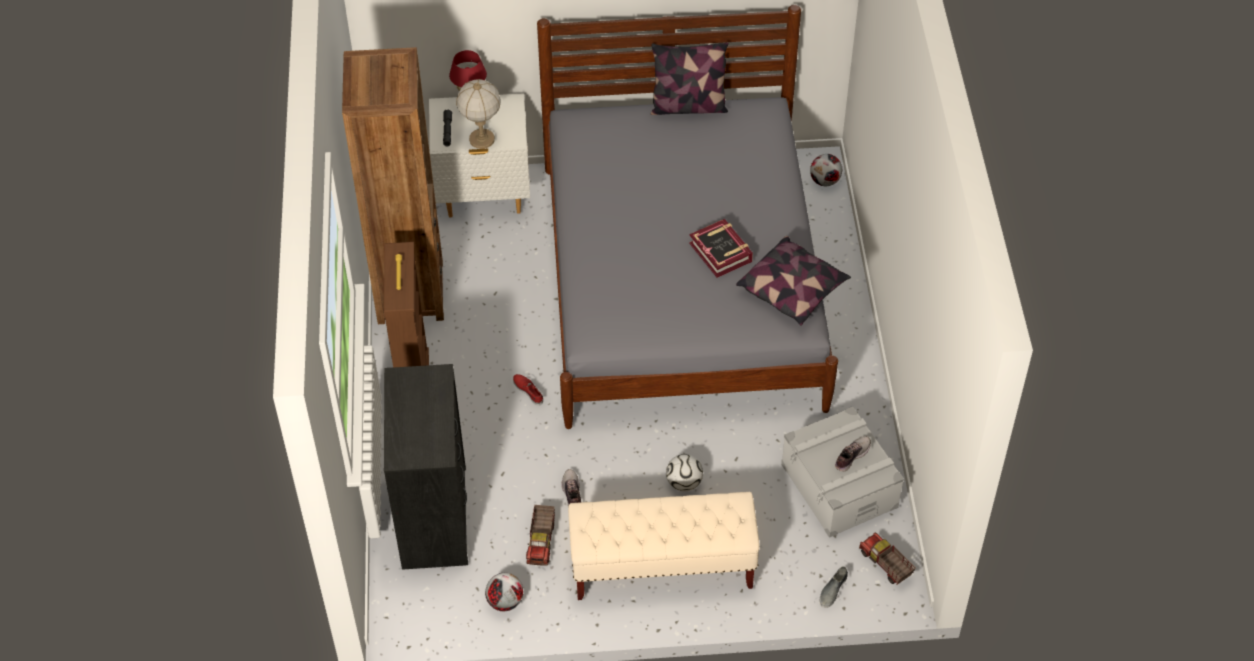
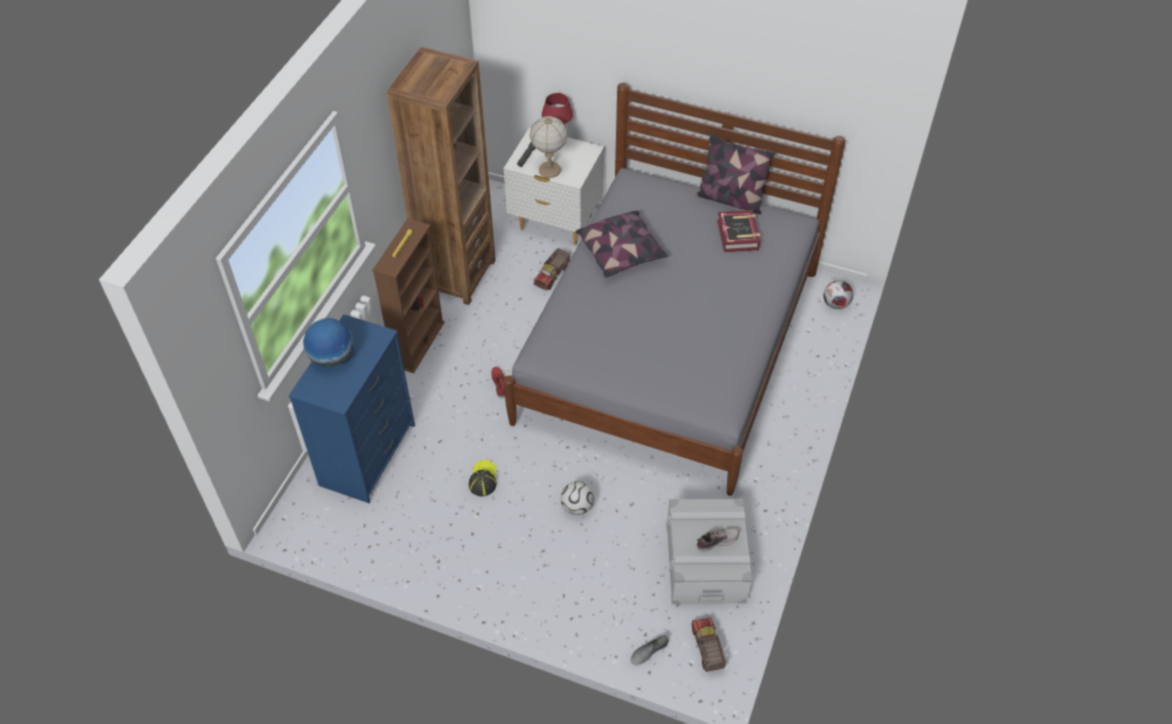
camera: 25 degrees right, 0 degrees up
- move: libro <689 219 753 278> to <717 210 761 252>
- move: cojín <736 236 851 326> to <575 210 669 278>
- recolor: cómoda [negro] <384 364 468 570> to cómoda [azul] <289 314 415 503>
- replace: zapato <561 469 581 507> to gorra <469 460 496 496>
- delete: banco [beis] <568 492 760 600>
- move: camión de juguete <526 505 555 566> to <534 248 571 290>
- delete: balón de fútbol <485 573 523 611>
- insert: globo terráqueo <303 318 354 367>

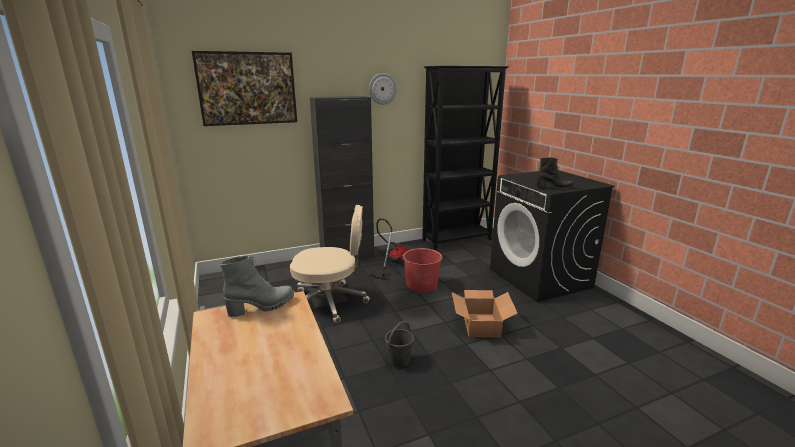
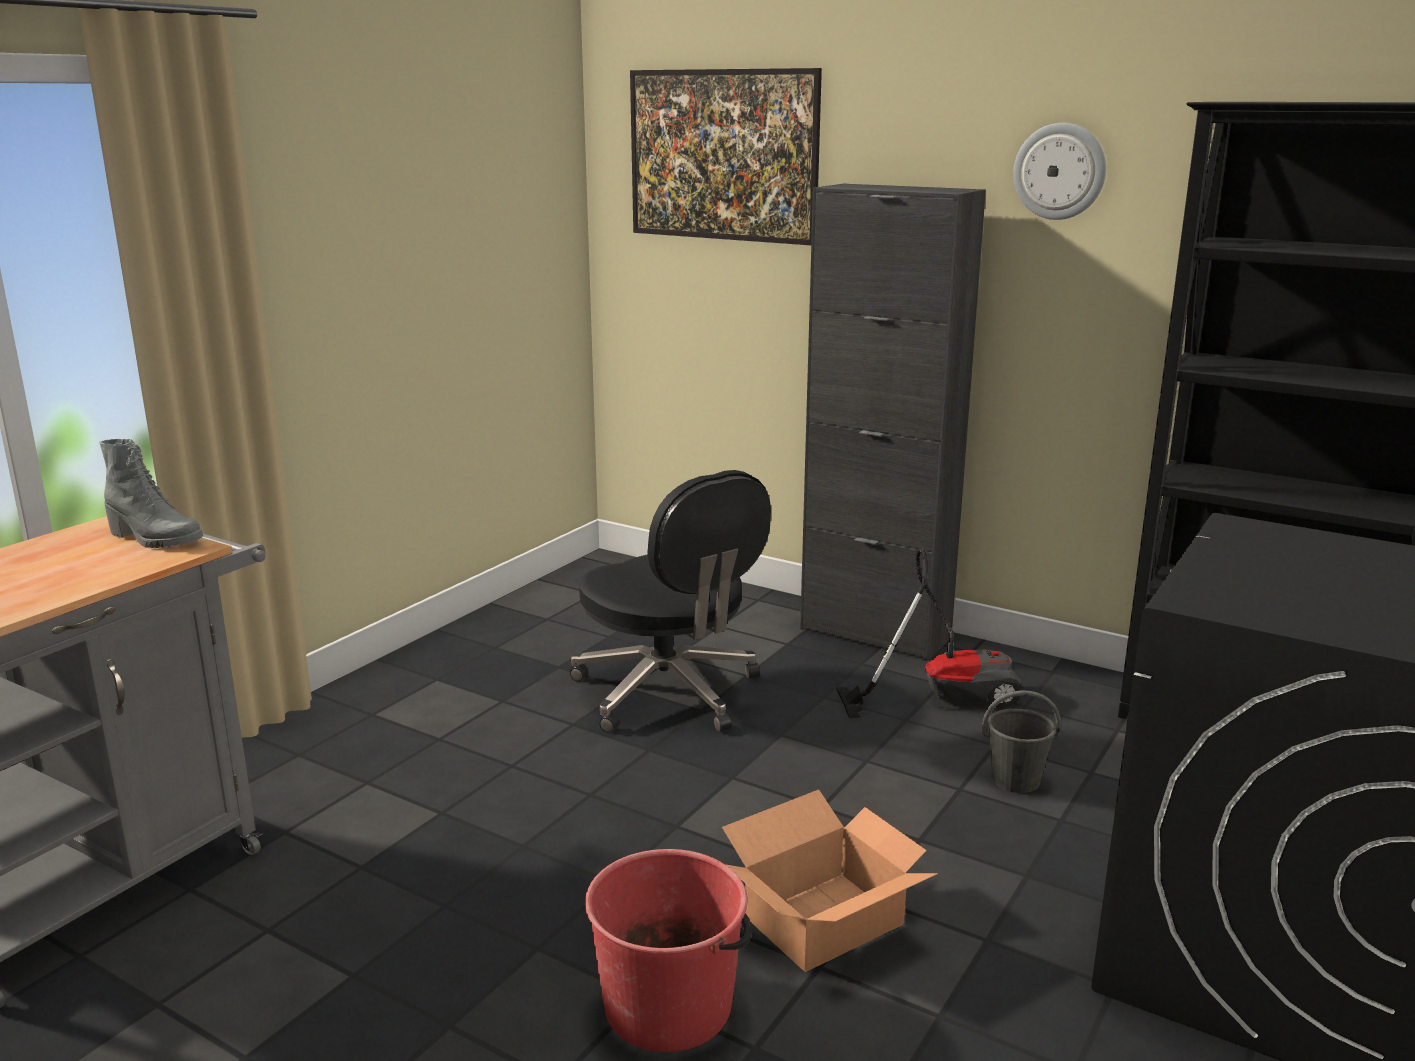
camera: 55 degrees right, 0 degrees up
- delete: bota [negro] <537 157 574 190>
- recolor: silla de oficina [beis] <290 205 370 323> to silla de oficina [negro] <570 470 771 733>
- move: cubo [rojo] <401 248 443 293> to <585 849 752 1052>
- move: cubo [gris] <385 321 414 368> to <982 690 1061 793>

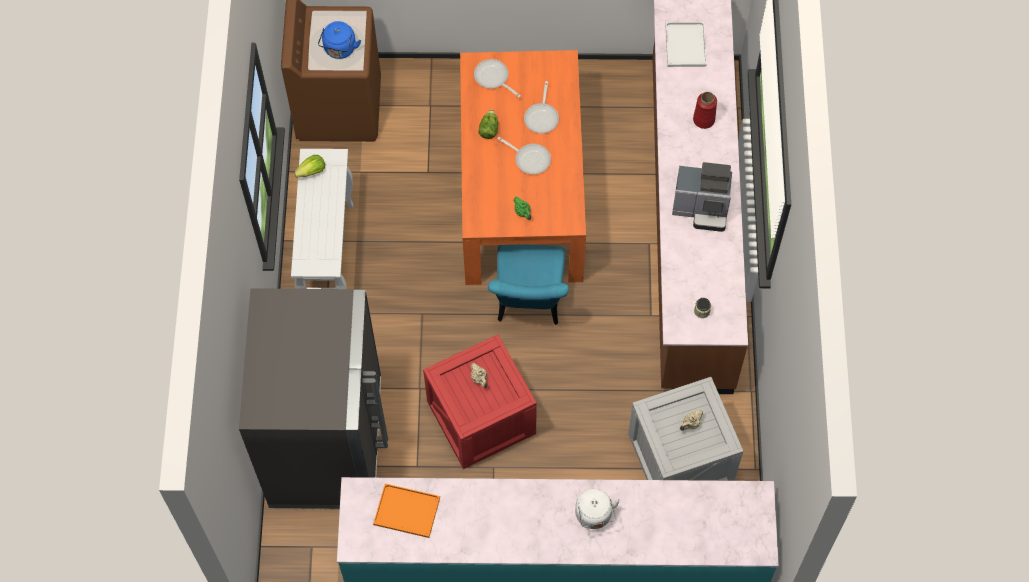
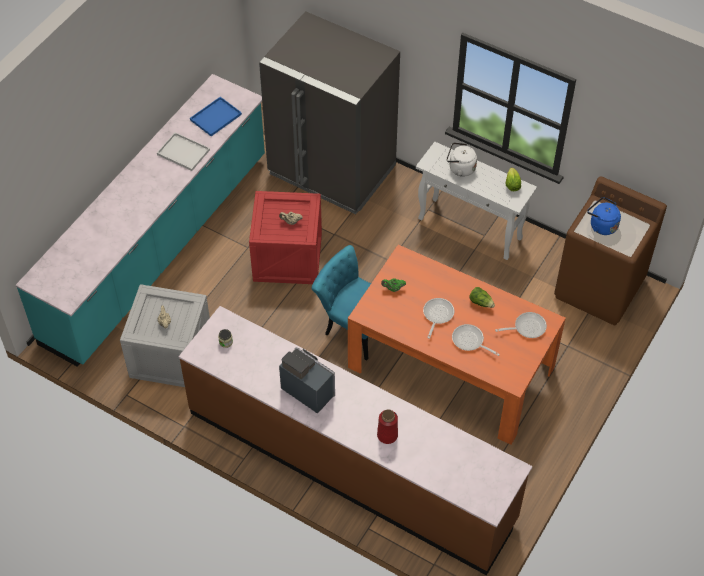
camera: 120 degrees right, 10 degrees down
- move: bandeja [blanco] <665 22 707 67> to <157 132 210 171>
- rotate: sartén <497 137 551 174> = <423 298 454 339> 135 degrees clockwise
- rotate: cafetera <672 162 732 232> = <279 347 335 414> 90 degrees clockwise
- recolor: bandeja [naranja] <373 484 440 538> to bandeja [azul] <190 97 242 136>
- move: hervidor [blanco] <575 489 620 529> to <447 142 477 177>

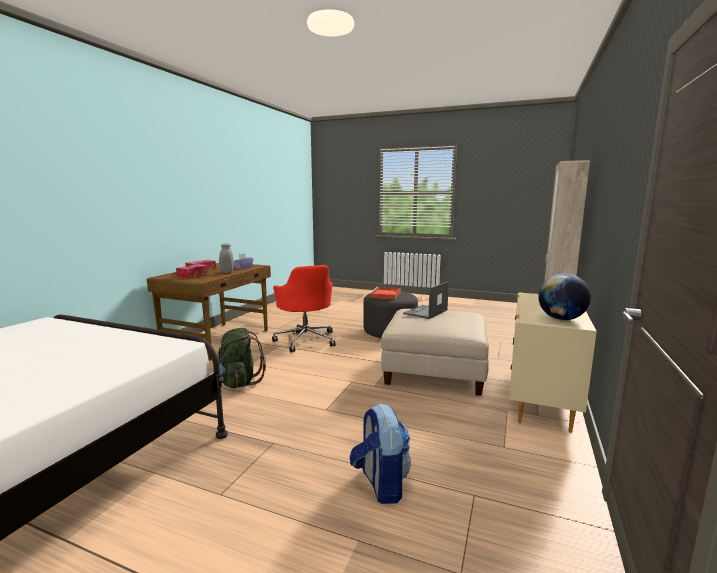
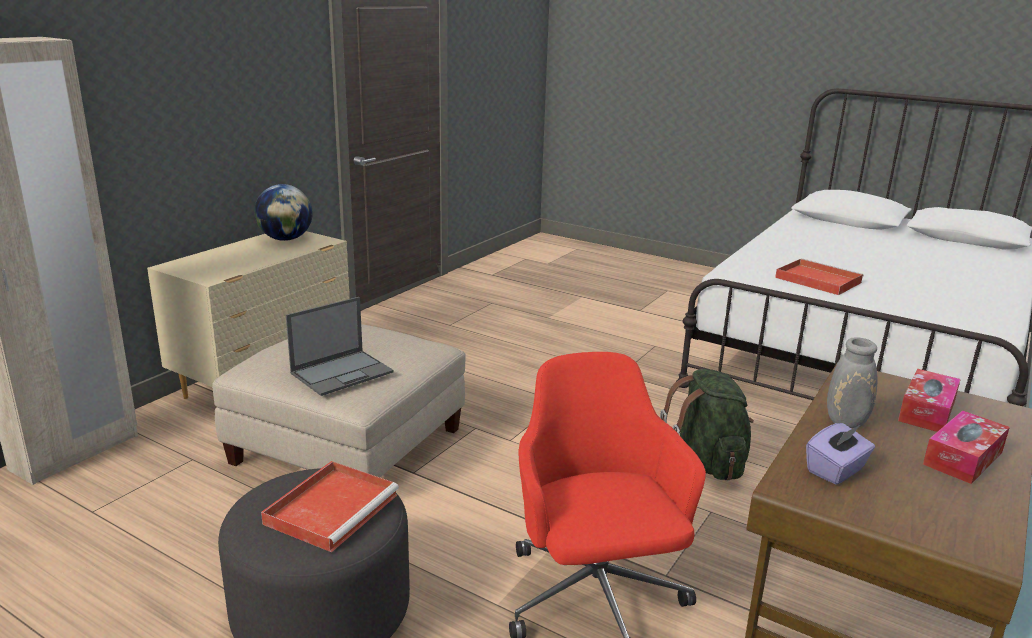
camera: 170 degrees left, 10 degrees up
- delete: mochila <350 404 411 504>
- insert: bandeja [rojo] <775 258 863 295>

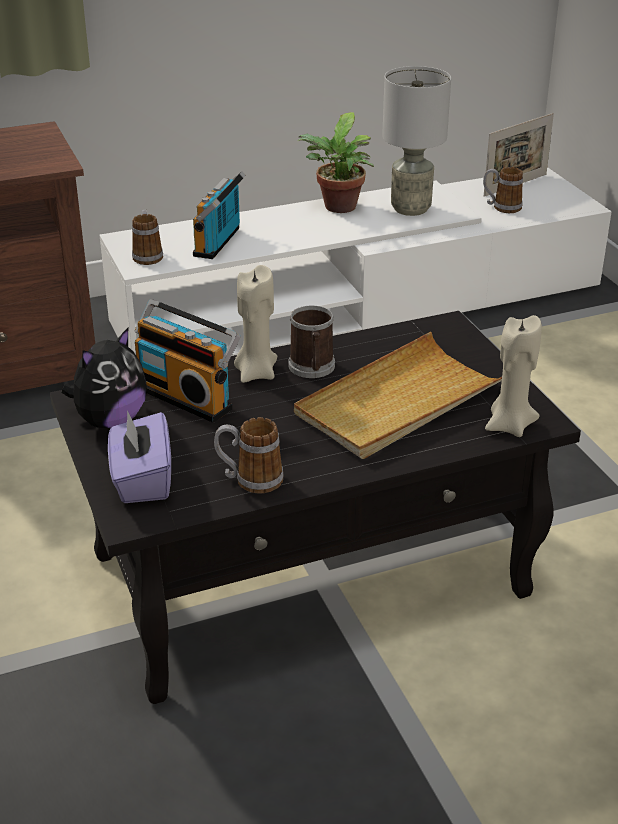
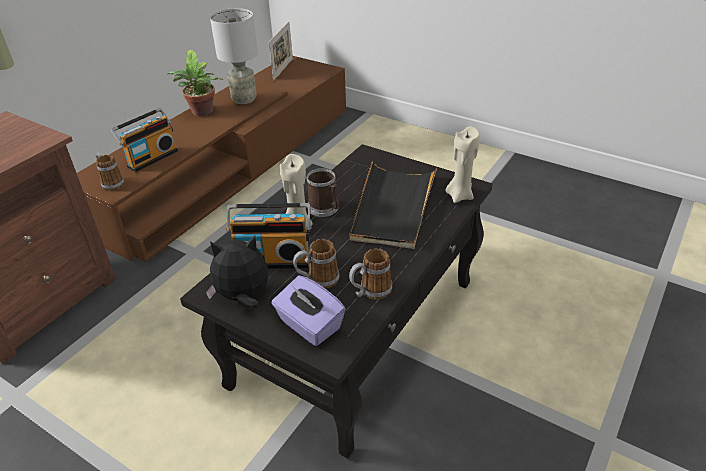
camera: 35 degrees left, 5 degrees up
- recolor: mueble de televisión [blanco] <100 167 612 356> to mueble de televisión [marrón] <77 56 346 262>
- move: taza grande <483 167 523 213> to <293 239 339 289>
- rotate: radio <193 171 246 259> = <111 108 178 172> 120 degrees counterclockwise
- rotate: peluche <62 327 147 428> = <206 236 269 308> 105 degrees counterclockwise
- recolor: bandeja [beis] <294 332 502 459> to bandeja [negro] <350 161 437 249>

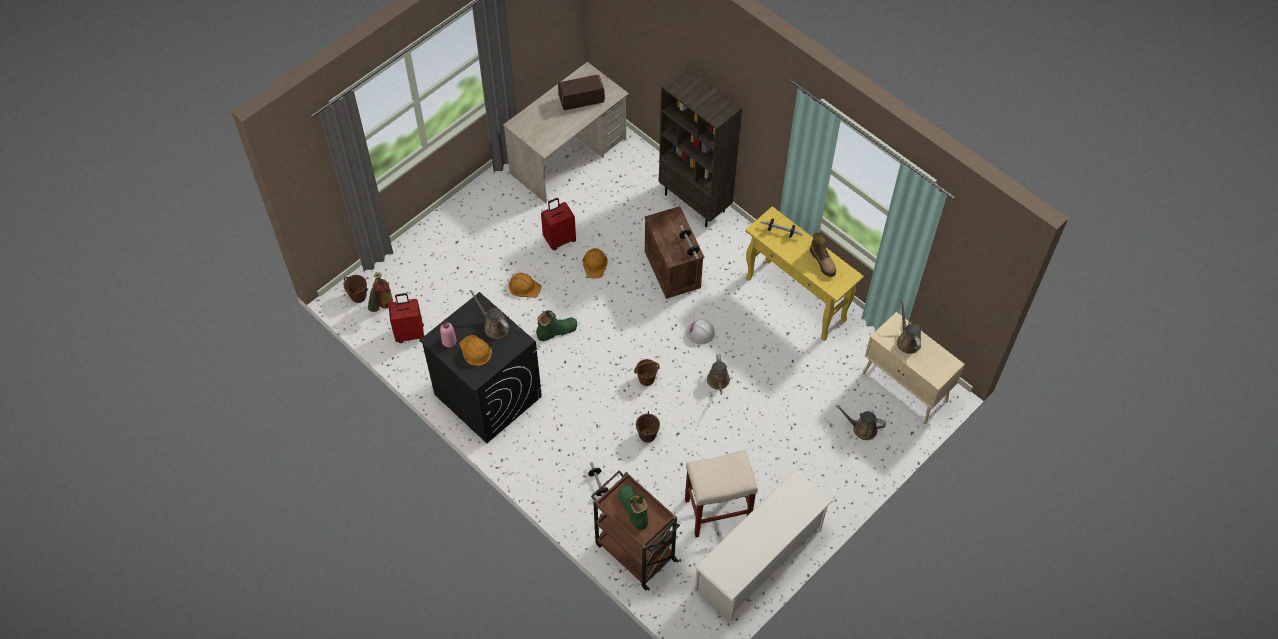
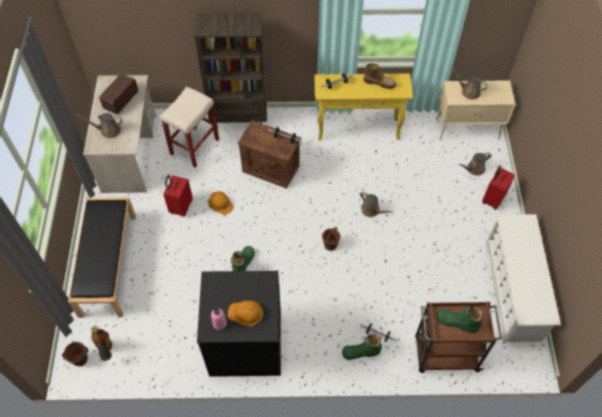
camera: 45 degrees left, 0 degrees up
- delete: casco [naranja] <509 273 542 298>
- move: regadera [marrón] <470 290 509 339> to <77 113 122 138>
- move: maleta [rojo] <388 293 424 343> to <482 166 515 210>
- delete: casco [blanco] <686 319 715 344>
- delete: cubo [marrón] <636 411 660 443>
- move: taburete [beis] <685 450 758 538> to <160 87 219 168>
- insert: banco [negro] <68 197 136 318>
- insert: bota [verde] <342 334 382 360>

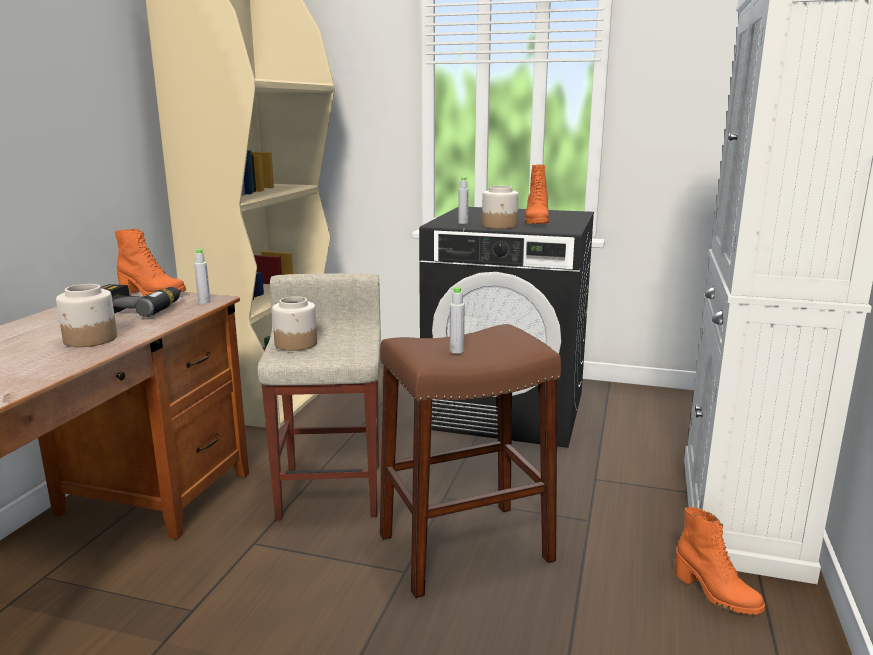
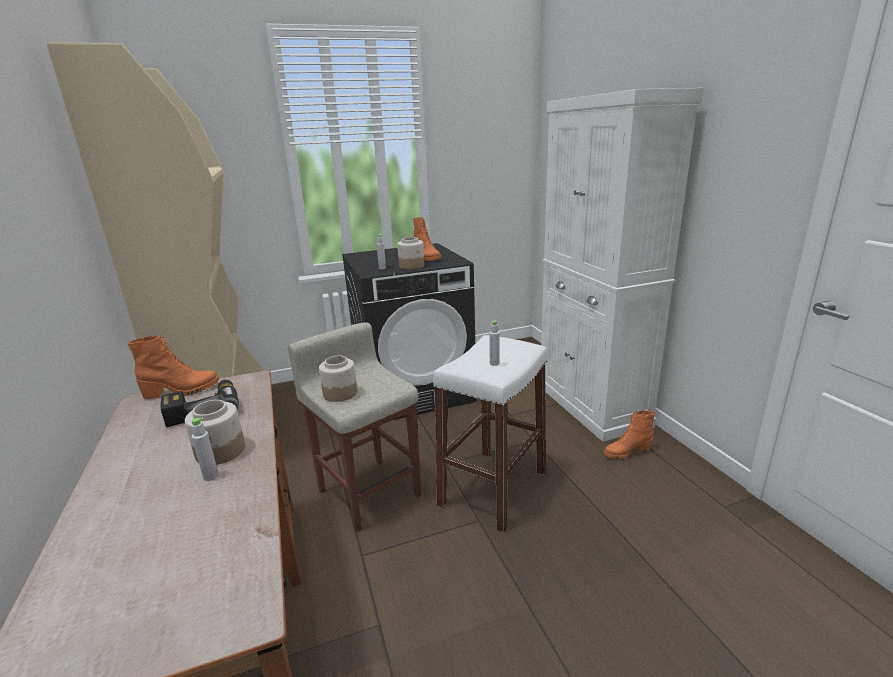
camera: 35 degrees left, 5 degrees up
- move: botella [gris] <194 249 211 304> to <191 418 219 481>
- recolor: taburete [marrón] <380 324 561 598> to taburete [blanco] <433 335 547 533>
- rotate: bota [naranja] <675 507 765 615> = <604 410 655 459> 150 degrees clockwise

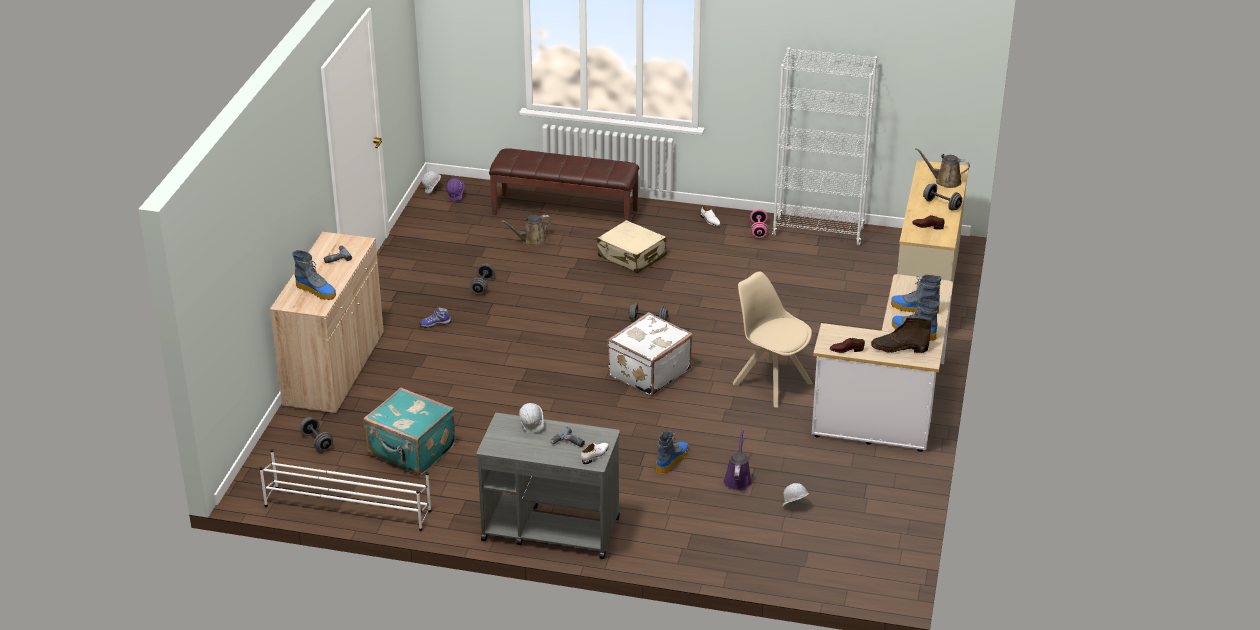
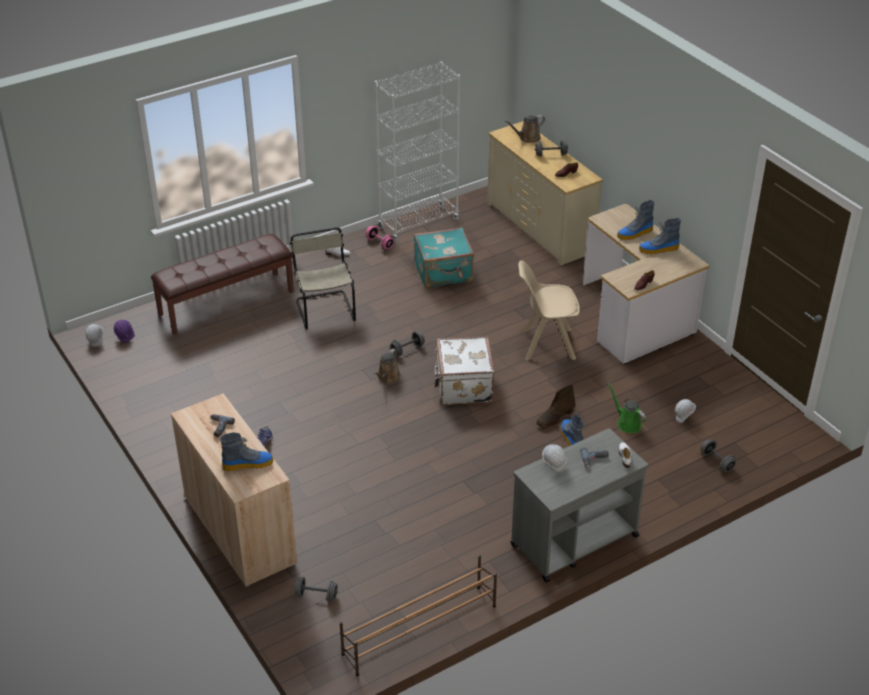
camera: 45 degrees left, 5 degrees up
- move: regadera [marrón] <501 215 552 246> to <374 349 401 384>
- replace: maleta [beis] <597 220 667 273> to silla [beis] <290 227 356 330>
- move: mancuerna [gris] <470 263 495 294> to <701 439 736 472>
- move: bota [marrón] <871 318 931 353> to <536 384 575 428>
- move: maleta [turquesa] <363 388 456 475> to <414 227 474 288>
- recolor: regadera [morado] <723 428 752 491> to regadera [verde] <608 383 646 433>
- recolor: zapatero [blanco] <260 449 431 531> to zapatero [marrón] <340 555 497 676>

